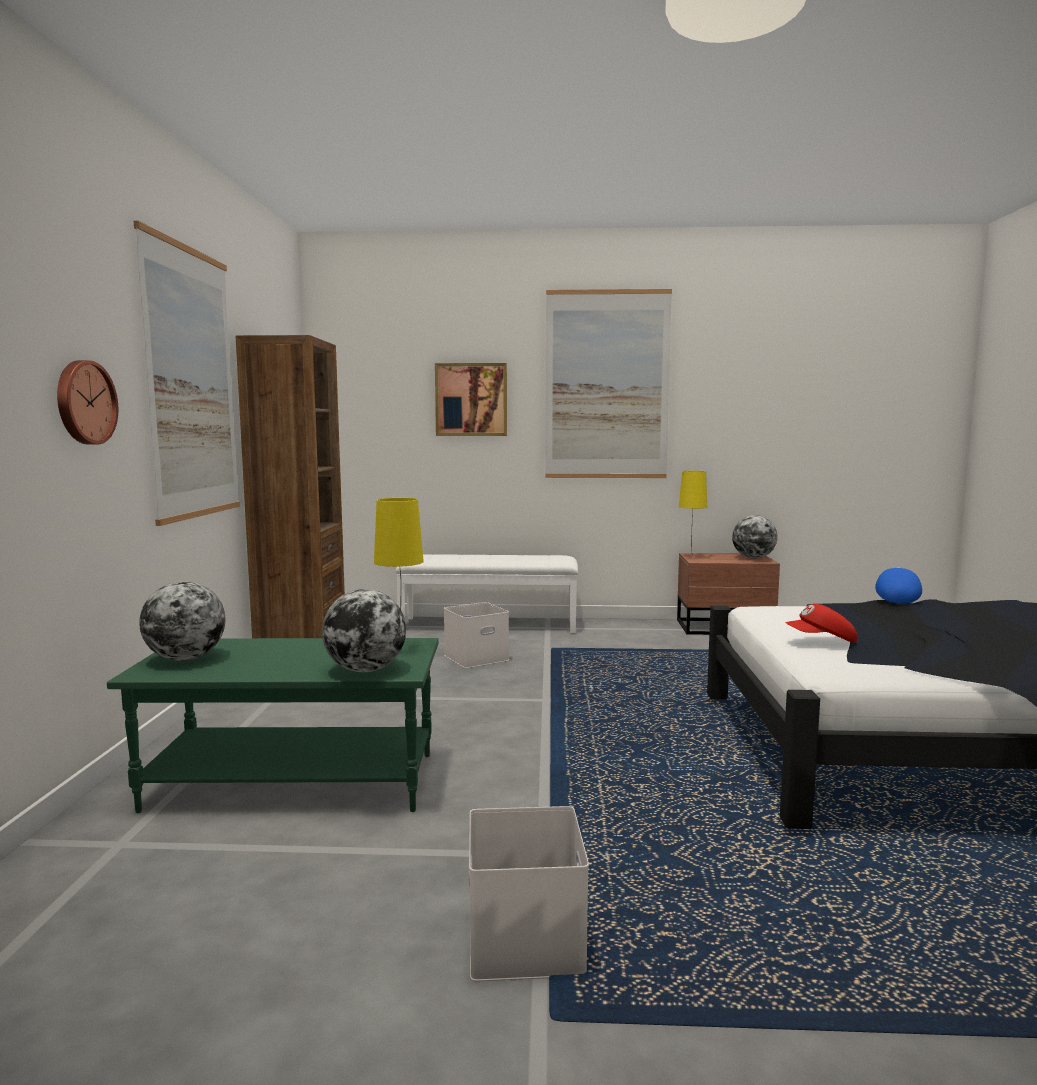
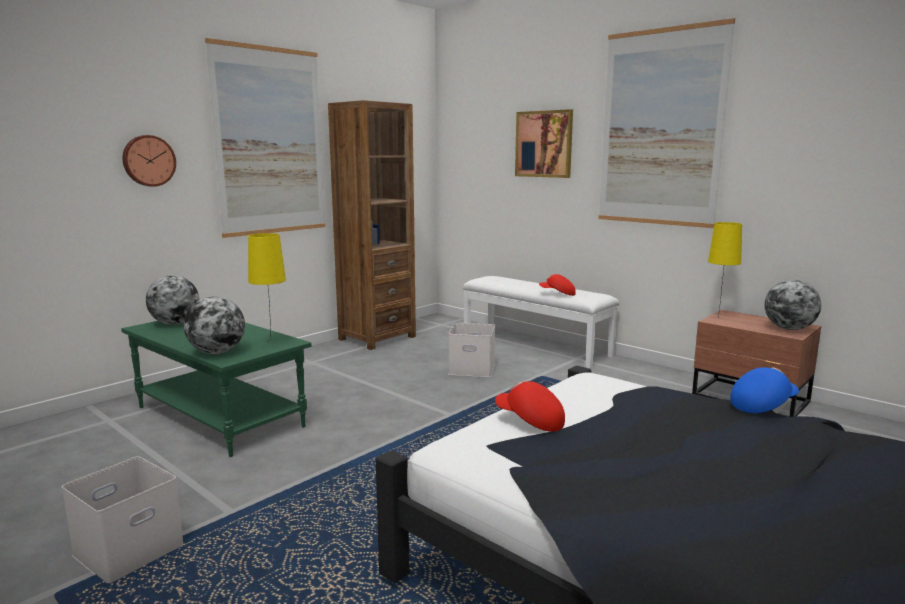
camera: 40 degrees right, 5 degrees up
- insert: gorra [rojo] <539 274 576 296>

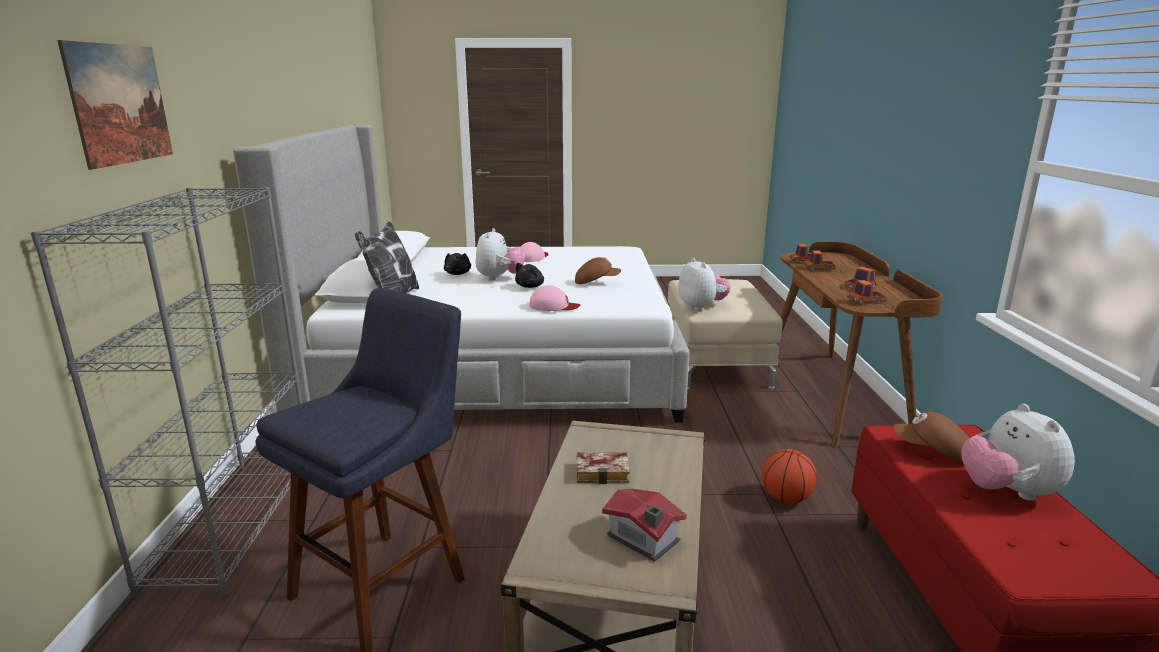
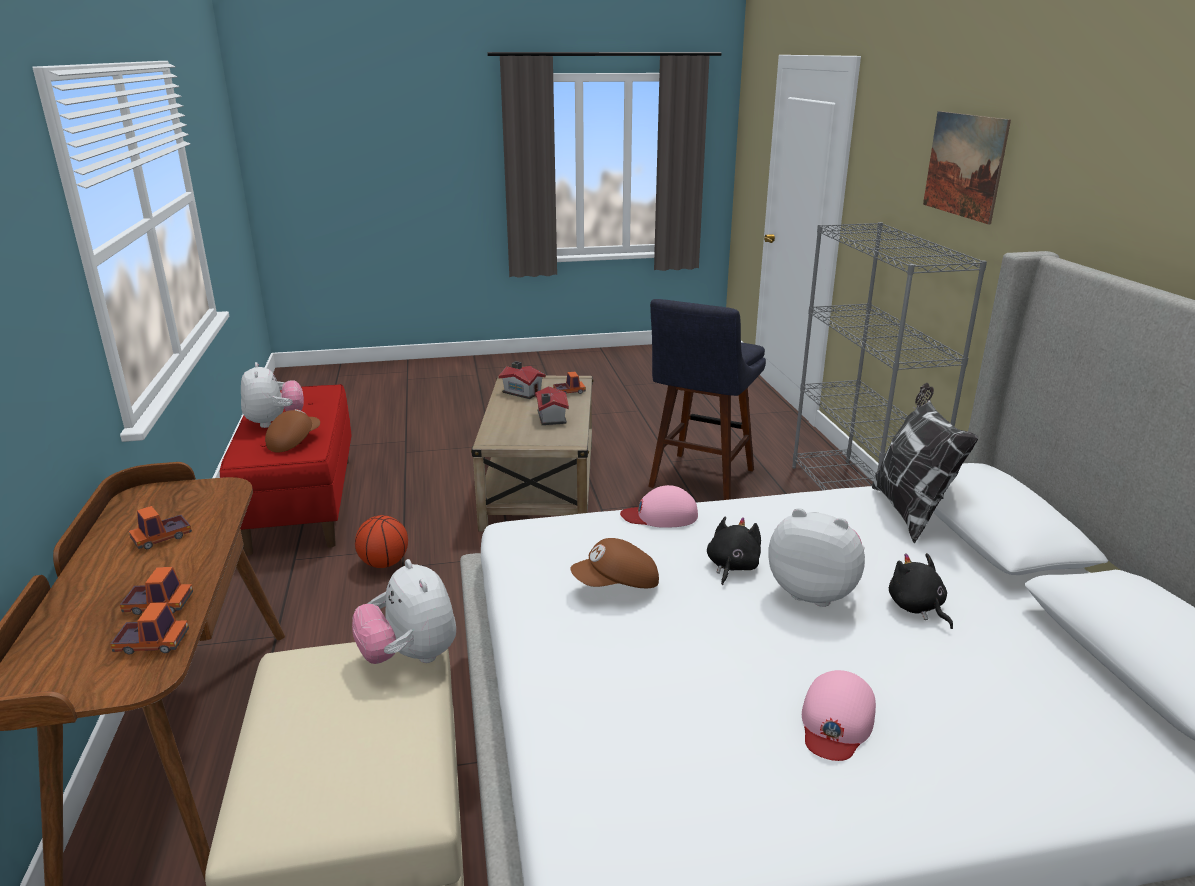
camera: 170 degrees right, 5 degrees up
- rotate: peluche <475 228 525 281> = <768 508 865 607> 120 degrees clockwise
- move: camión de juguete <847 280 887 305> to <553 372 586 394>
- rotate: gorra [marrón] <894 412 969 462> = <265 409 320 453> 75 degrees counterclockwise
- replace: libro <577 453 630 484> to casita <535 386 569 425>

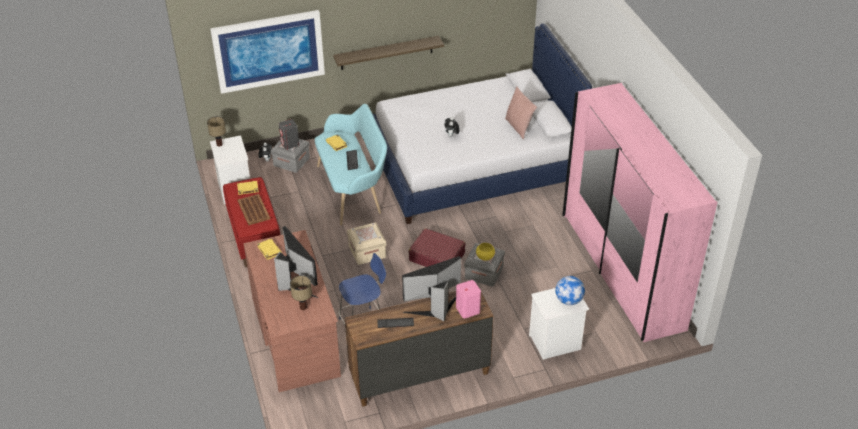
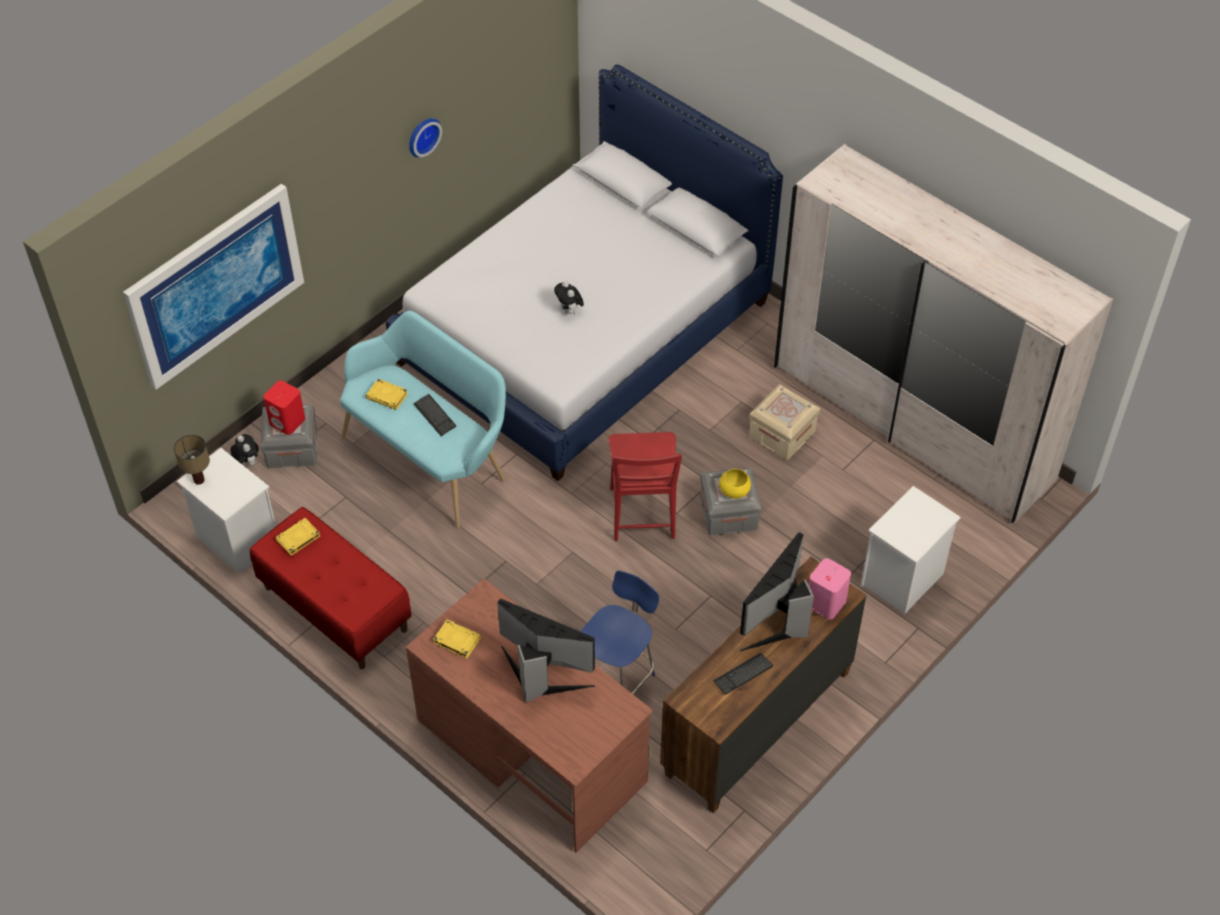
camera: 30 degrees left, 10 degrees up
- delete: estante <333 36 444 70>
- recolor: armario ropero [rosa] <562 83 718 342> to armario ropero [blanco] <774 144 1113 523>
- delete: cojín [rosa] <505 87 537 139>
- recolor: altavoz [gris] <279 119 299 149> to altavoz [rojo] <263 380 305 435>
- delete: bandeja [marrón] <238 194 270 225>
- move: caja de almacenaje [beis] <347 222 386 265> to <749 384 820 459>
- replace: maleta [rojo] <409 228 466 267> to silla [rojo] <609 432 682 541>
- delete: lámpara de mesa <290 275 312 310>
- delete: globo terráqueo <555 276 585 305>
- insert: reloj de pared <409 118 442 157>

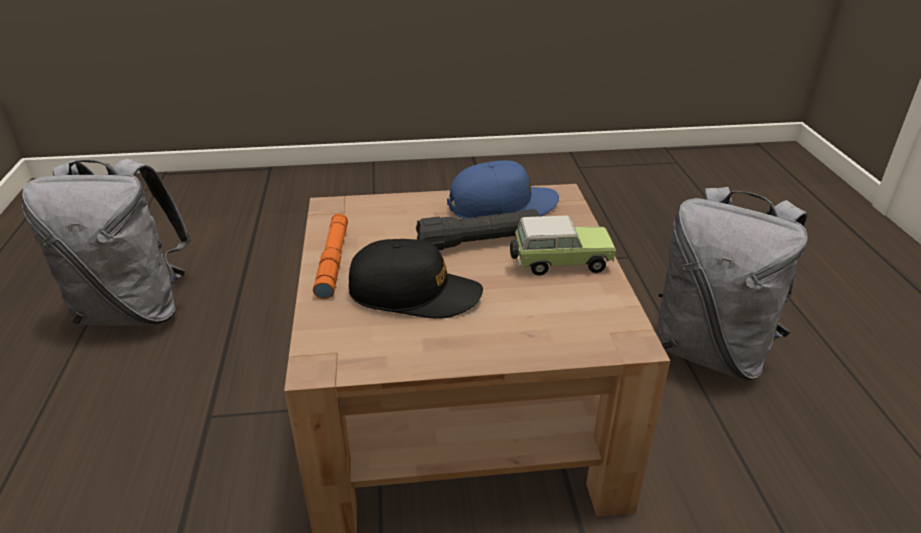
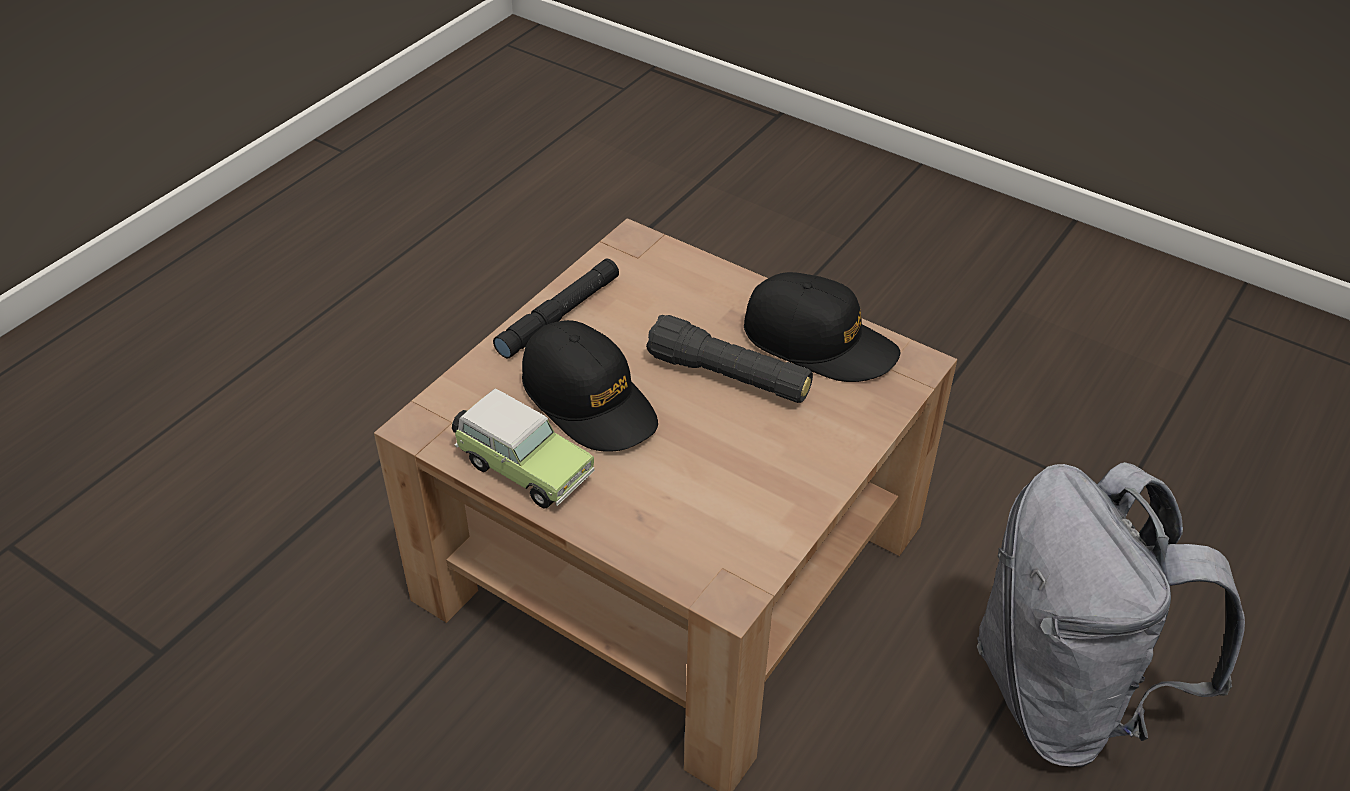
camera: 40 degrees right, 10 degrees up
- delete: mochila [gris] <22 158 191 326>
- recolor: gorra [azul] <447 160 559 219> to gorra [negro] <744 272 900 382>
- recolor: linterna [naranja] <313 213 348 299> to linterna [negro] <493 259 619 358>
- move: coche de juguete <510 215 616 276> to <452 388 595 509>

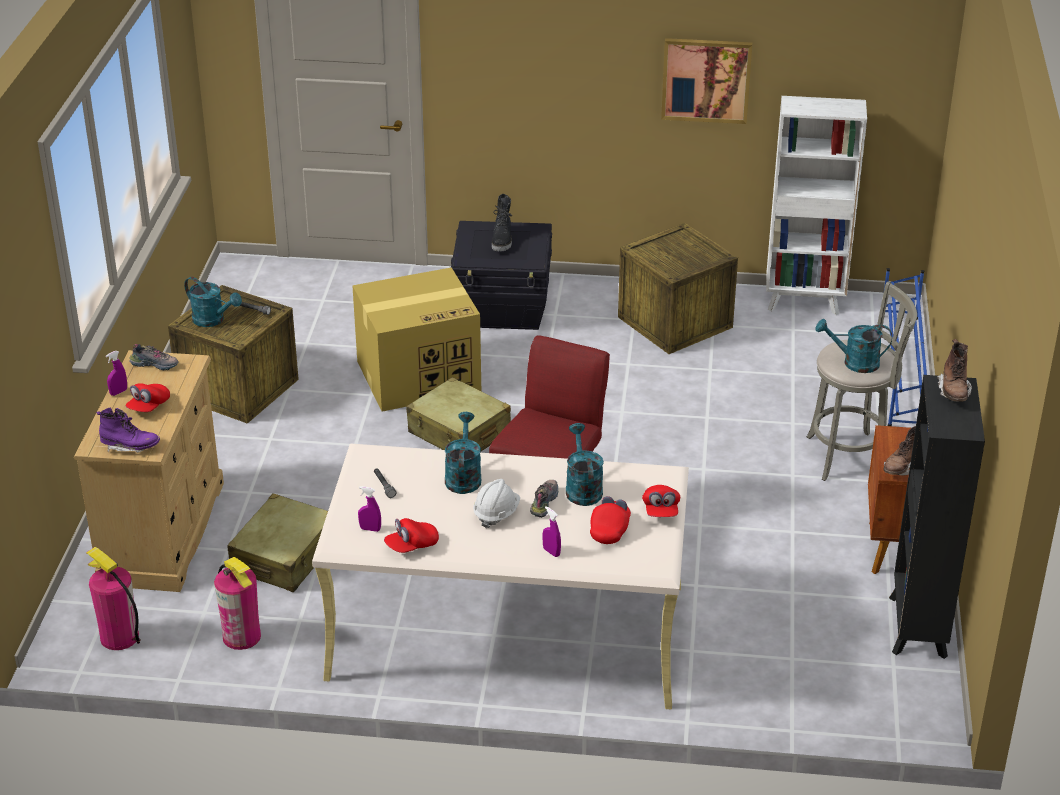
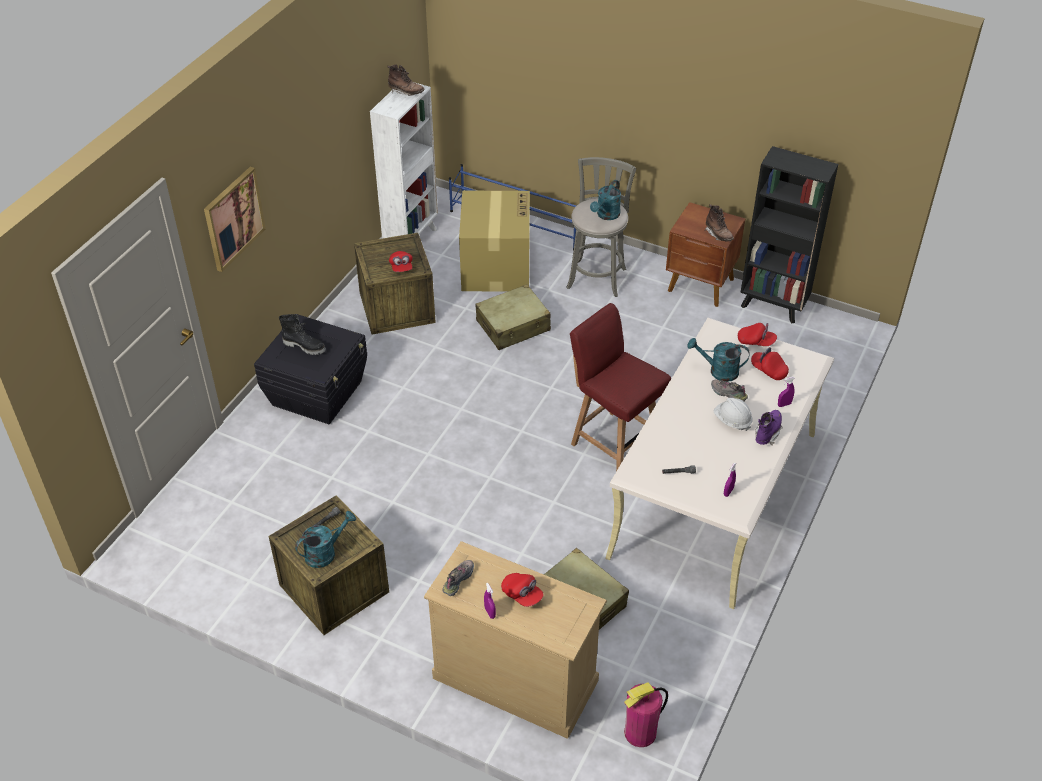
camera: 70 degrees left, 10 degrees up
- move: cuadro <661 38 752 124> to <204 167 266 272>
- move: caja de cartón <352 267 481 412> to <459 190 530 292>
- move: bota [marrón] <937 339 972 402> to <387 64 425 96>
- move: maleta [beis] <406 377 511 451> to <475 284 551 350>
- move: bota [morado] <96 408 160 453> to <755 410 782 445>
- delete: regadera [turquesa] <445 412 481 494>
- move: gorra [rojo] <384 518 439 553> to <389 251 413 272>
- delete: extintor <214 557 261 650>

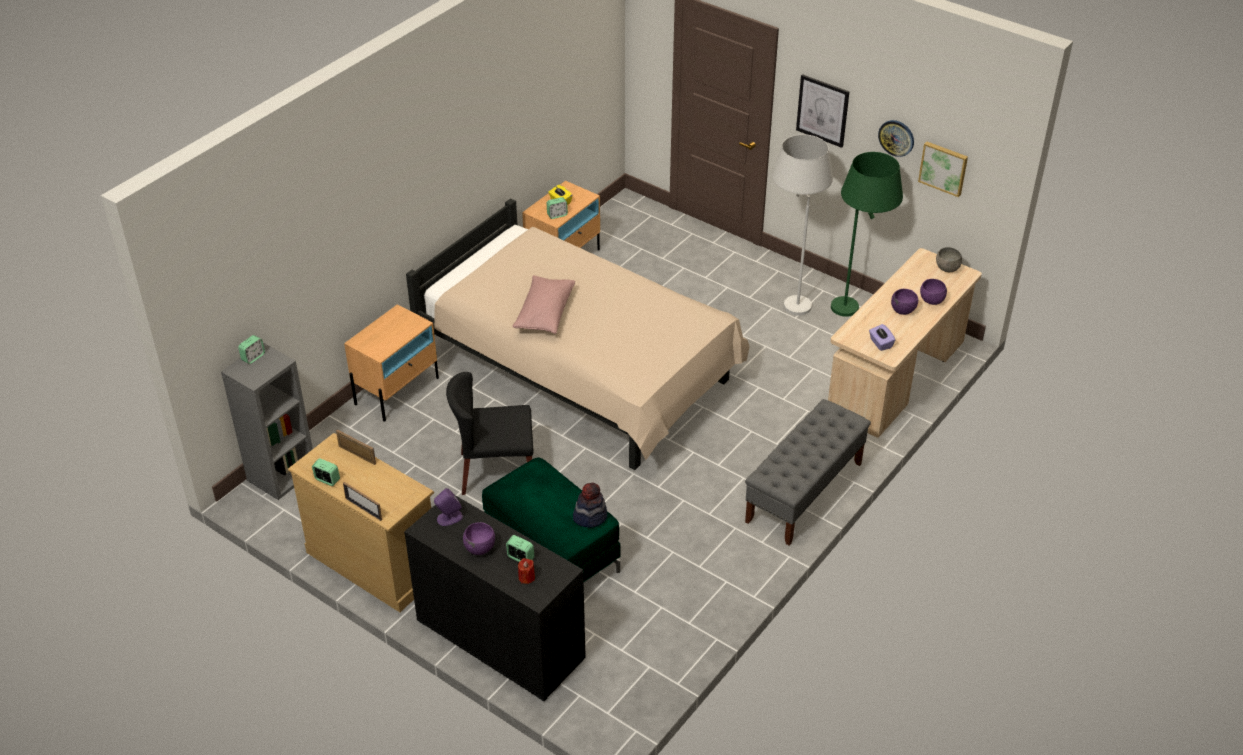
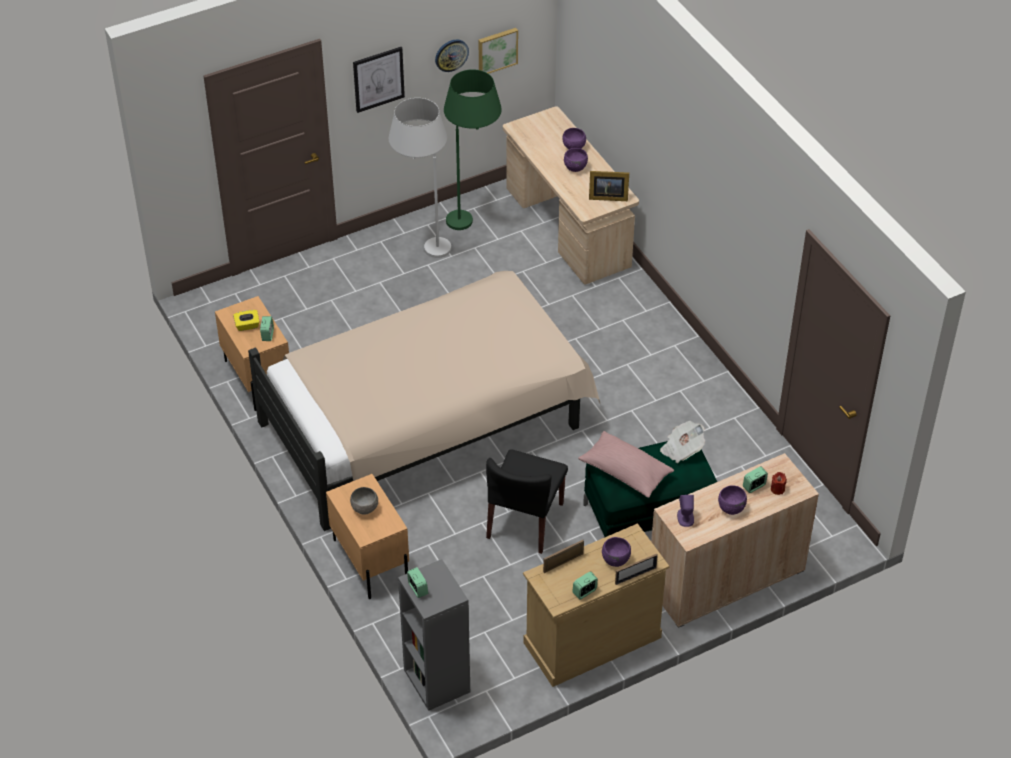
camera: 65 degrees left, 5 degrees up
- move: cuenco [gris] <936 247 962 272> to <350 487 378 514>
- move: cojín [rosa] <512 275 575 334> to <578 431 674 498>
- replace: caja de pañuelos [morado] <869 324 895 351> to portarretratos <589 171 629 201>
- delete: banco [gris] <745 399 871 545>
- replace: sombrero <573 482 607 528> to periódico <660 421 705 463>
- recolor: armario [negro] <404 495 586 702> to armario [beis] <651 453 819 628>
- insert: cuenco [morado] <602 537 631 567>

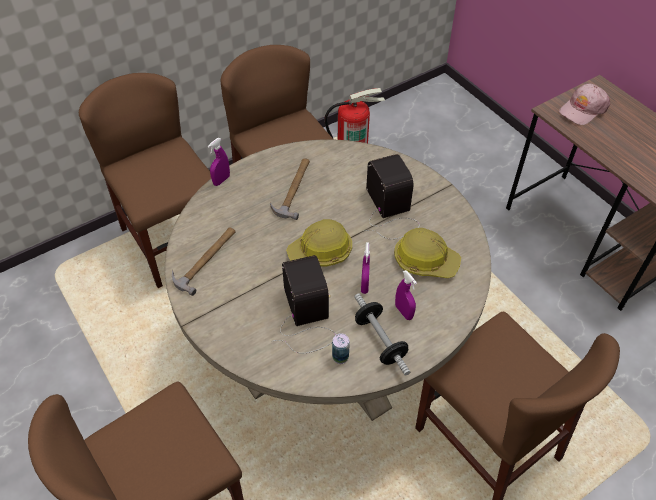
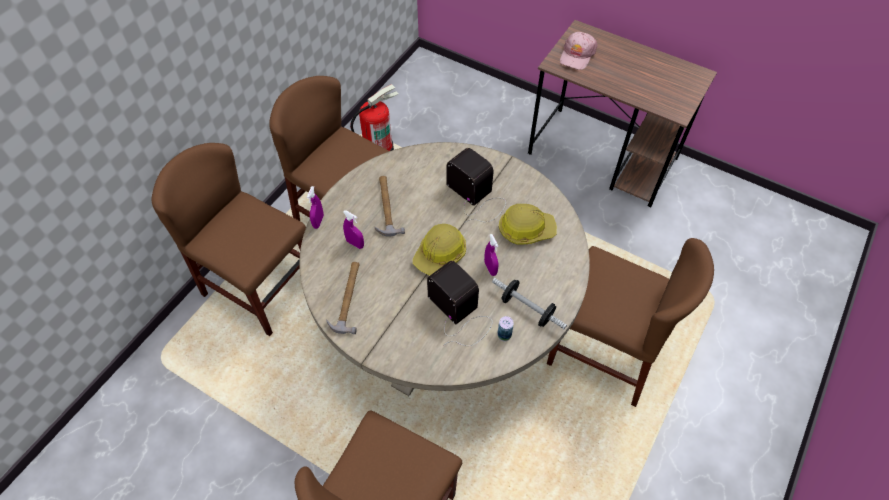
camera: 25 degrees left, 5 degrees up
- move: pulverizador [morado] <395 270 417 320> to <343 210 364 249>

